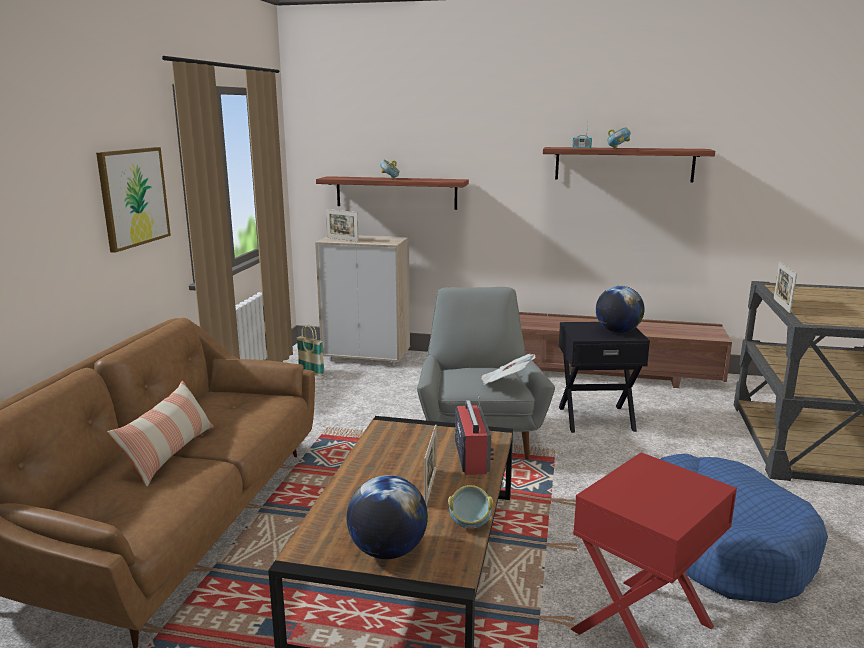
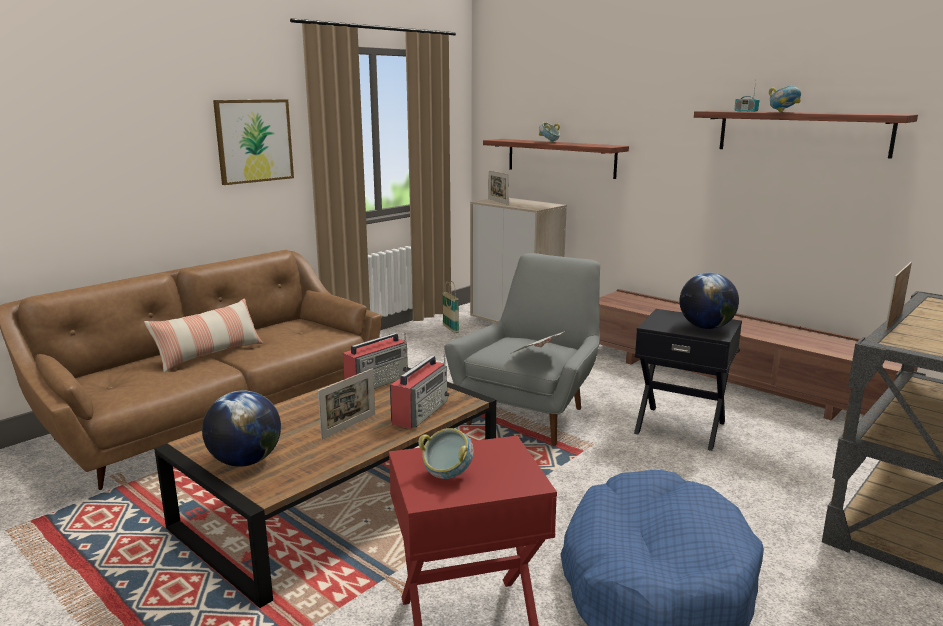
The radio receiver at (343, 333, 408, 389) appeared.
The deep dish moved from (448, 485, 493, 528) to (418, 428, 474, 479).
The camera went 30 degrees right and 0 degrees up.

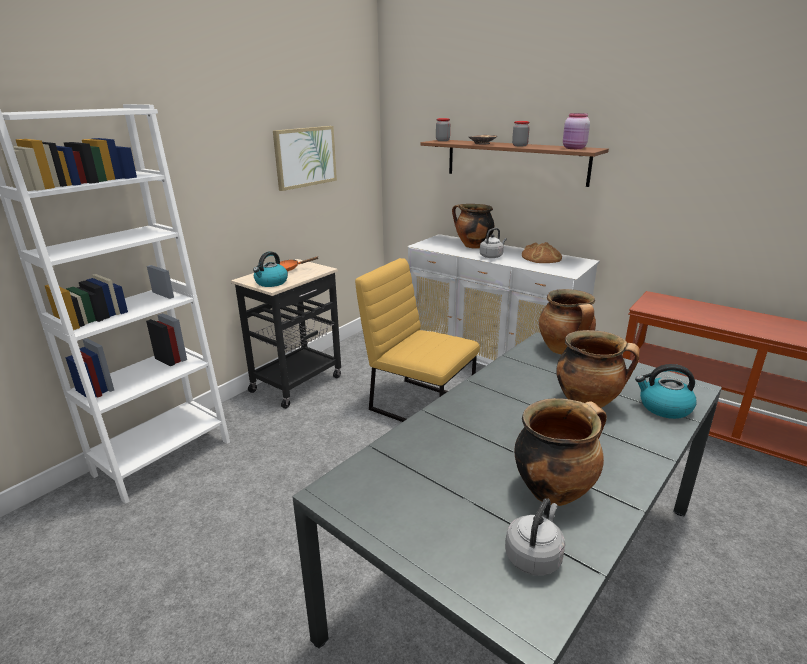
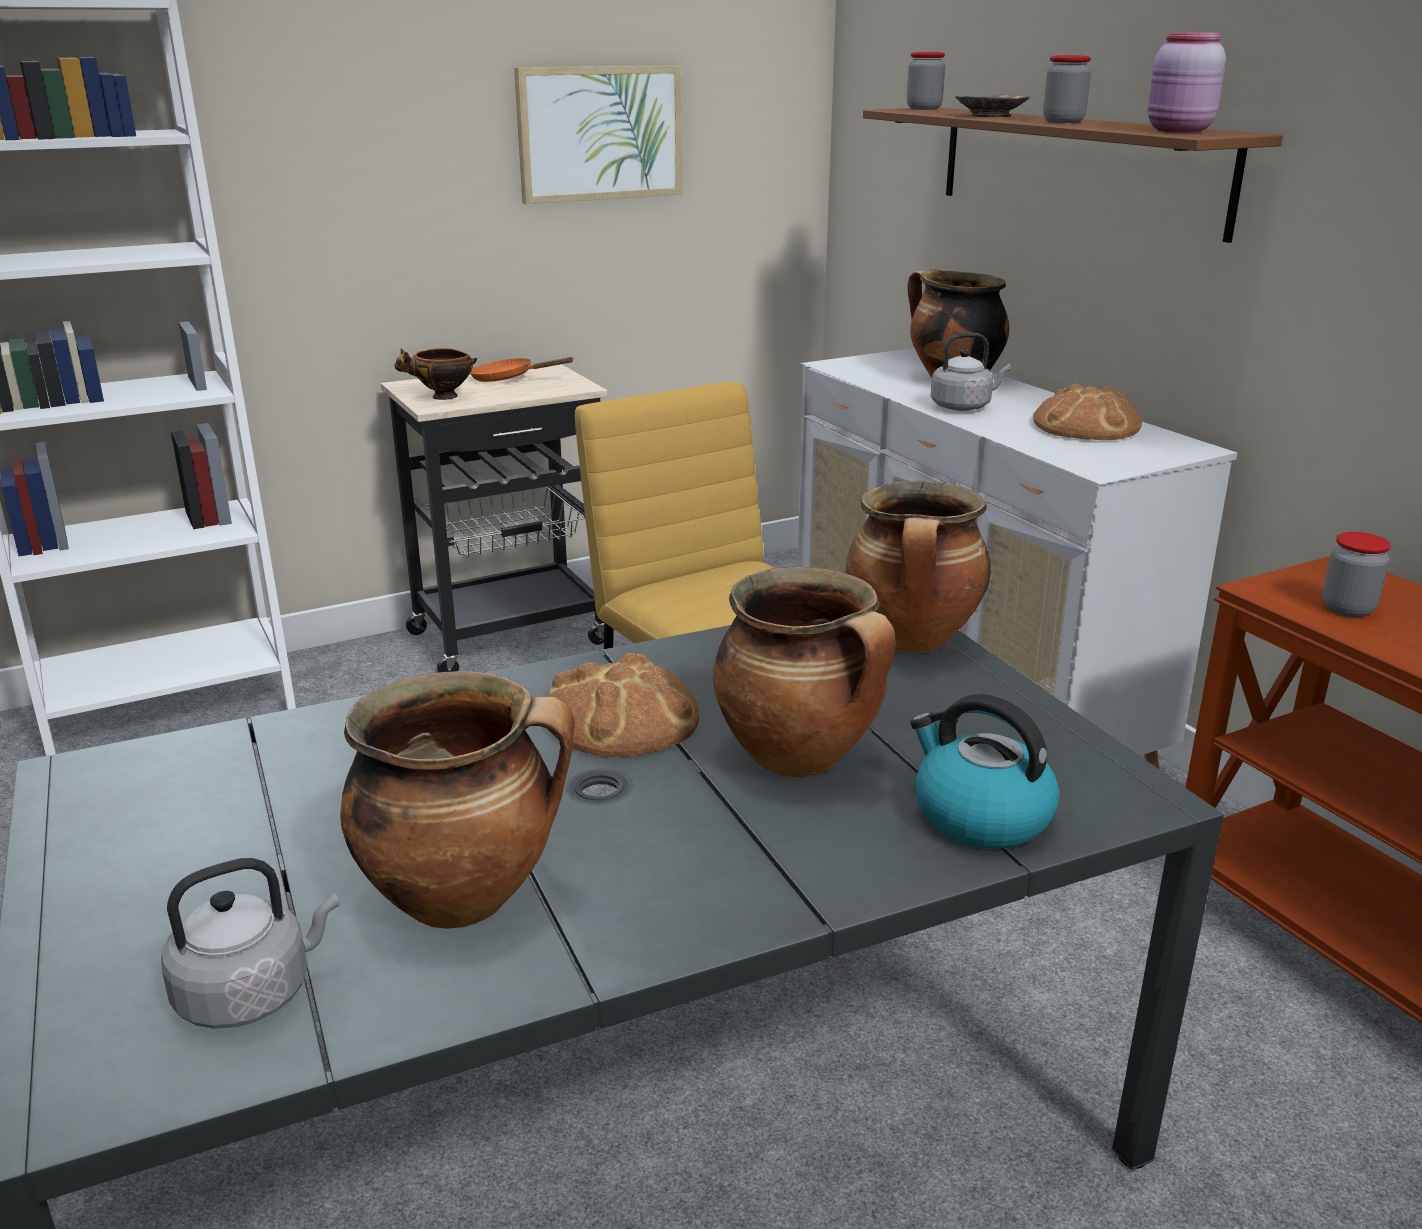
The water kettle at (253, 251, 288, 287) was replaced by the deep dish at (394, 348, 477, 400).
The bakery bread at (547, 653, 699, 758) appeared.
The preserve jar at (1322, 532, 1391, 617) appeared.
The camera went 25 degrees right and 0 degrees up.

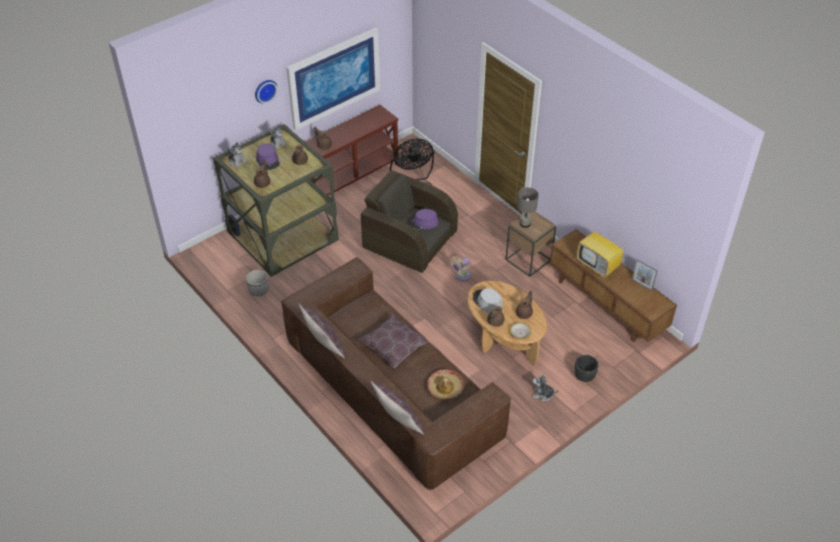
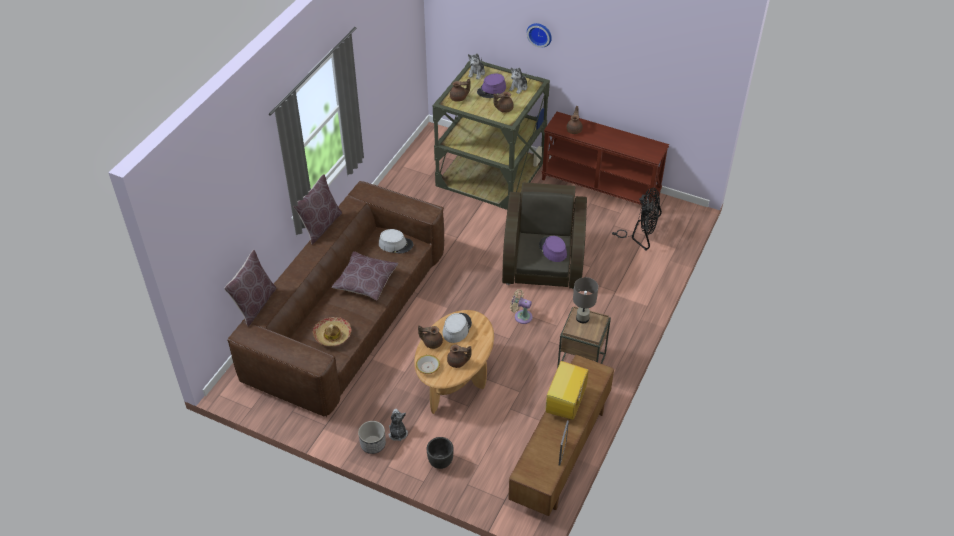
The planter moved from (246, 270, 269, 296) to (358, 421, 386, 454).
The wearable hat (gray) at (379, 229, 413, 254) appeared.
The cooling fan (blackish) at (390, 139, 435, 186) turned 60 degrees clockwise.
The picture at (286, 27, 380, 130) disappeared.
The camera went 65 degrees right and 0 degrees up.

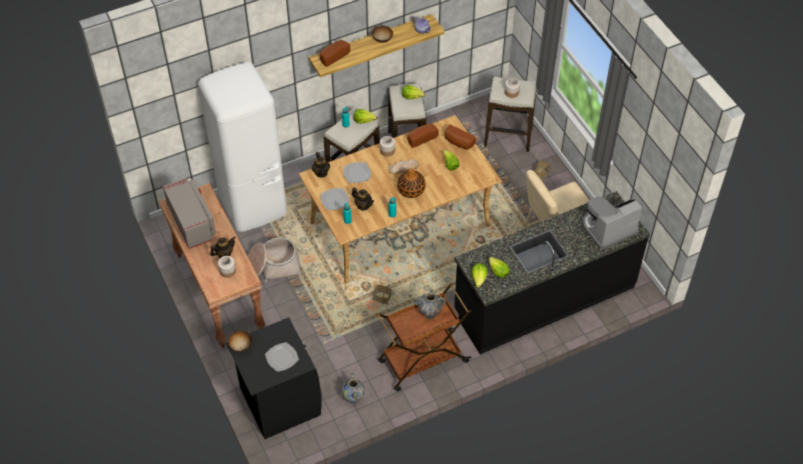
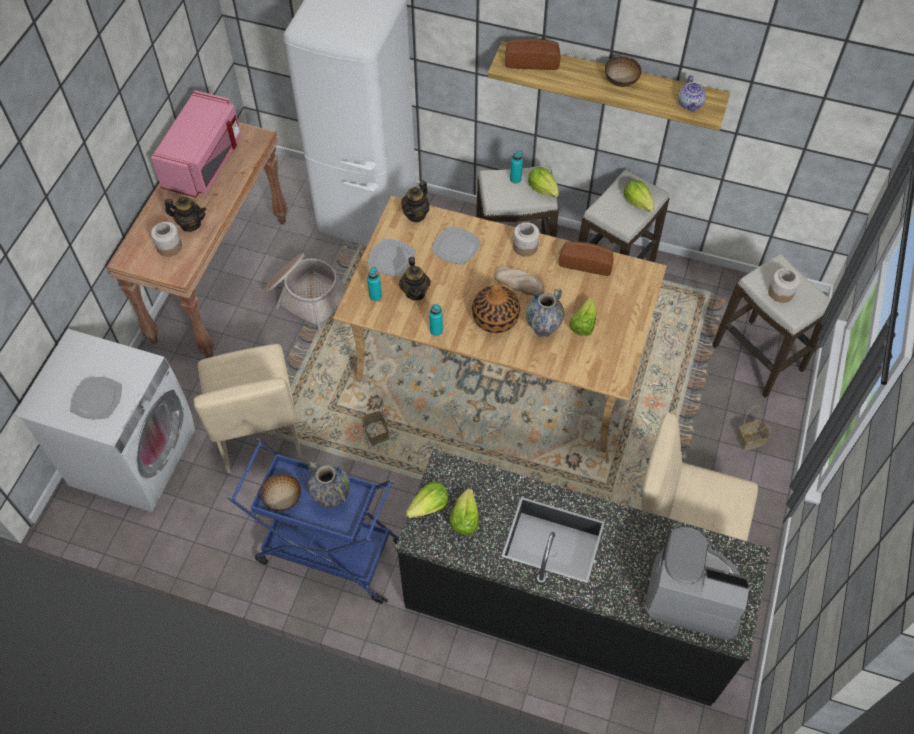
The laundry appliance (blackish) at (226, 317, 322, 439) became the laundry appliance (whitish) at (14, 329, 195, 512).
The kitchen microwave (gray) at (163, 178, 216, 249) became the kitchen microwave (pink) at (151, 90, 241, 197).
The plain chair (beige) at (193, 344, 302, 473) appeared.
The trolley (brownish) at (375, 283, 471, 391) became the trolley (blue) at (227, 438, 399, 604).
The deep dish moved from (227, 331, 252, 352) to (261, 474, 301, 511).
The vase moved from (342, 373, 365, 404) to (526, 288, 564, 337).
The bakery bread at (445, 125, 476, 150) disappeared.
The camera went 45 degrees right and 5 degrees up.

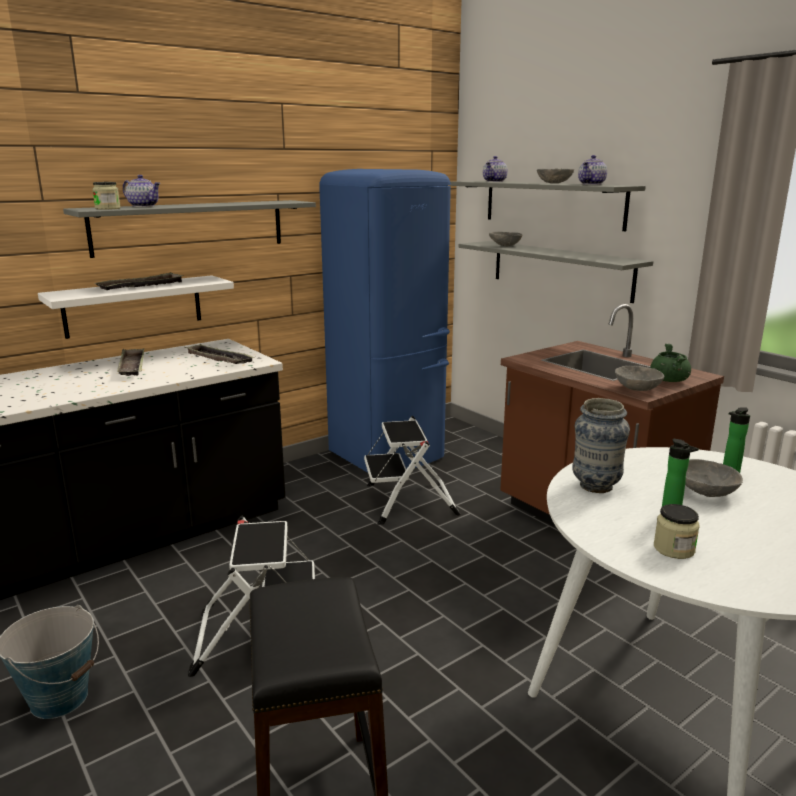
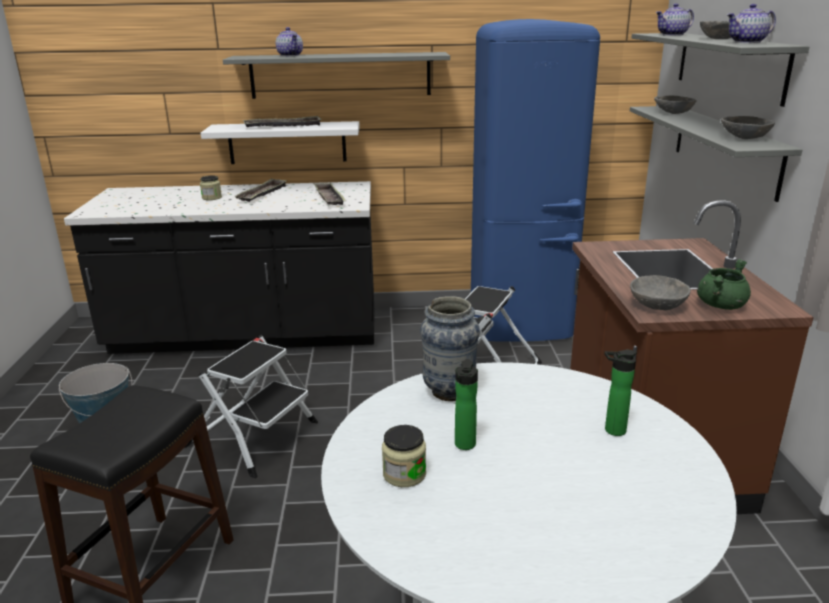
The preserve jar moved from (92, 182, 121, 210) to (200, 175, 222, 200).
The deep dish (gray) moved from (685, 459, 743, 497) to (721, 116, 775, 139).
The camera went 35 degrees right and 5 degrees up.

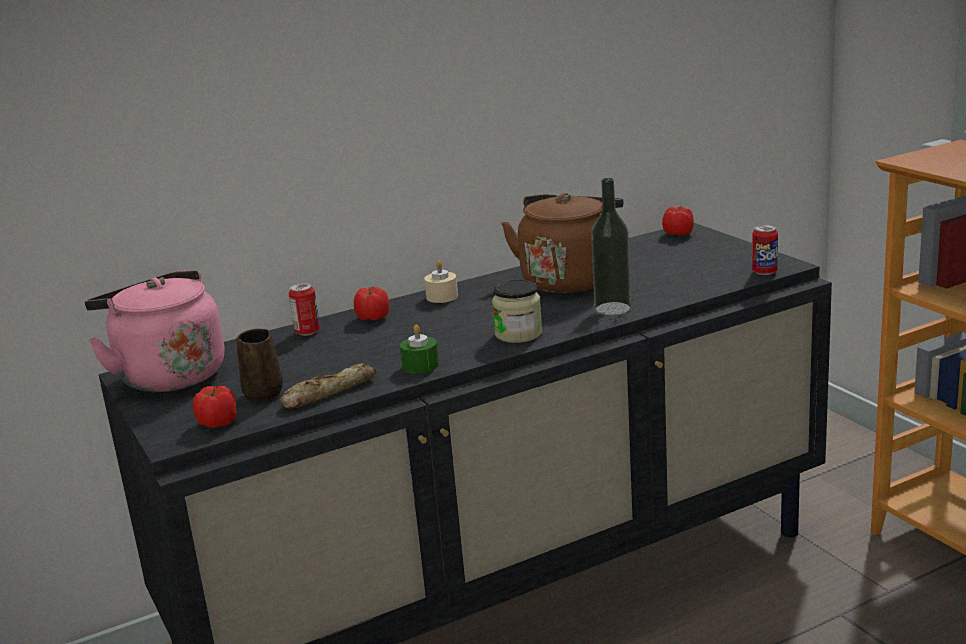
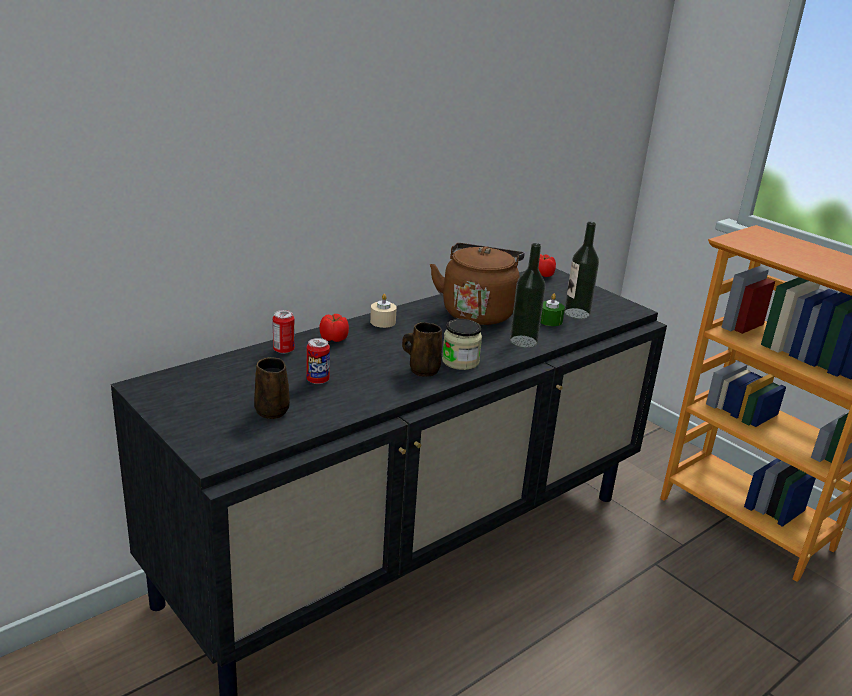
The metal can moved from (752, 225, 778, 275) to (307, 338, 330, 384).
The coffee mug (brownish) at (402, 322, 442, 377) appeared.
The wax light (green) moved from (400, 325, 439, 374) to (541, 294, 565, 326).
The drink bottle at (564, 222, 599, 319) appeared.
The water kettle (pink) at (85, 270, 224, 392) disappeared.
The tomato at (193, 386, 237, 428) disappeared.
The bakery bread at (280, 363, 377, 409) disappeared.
The camera went 15 degrees left and 5 degrees up.

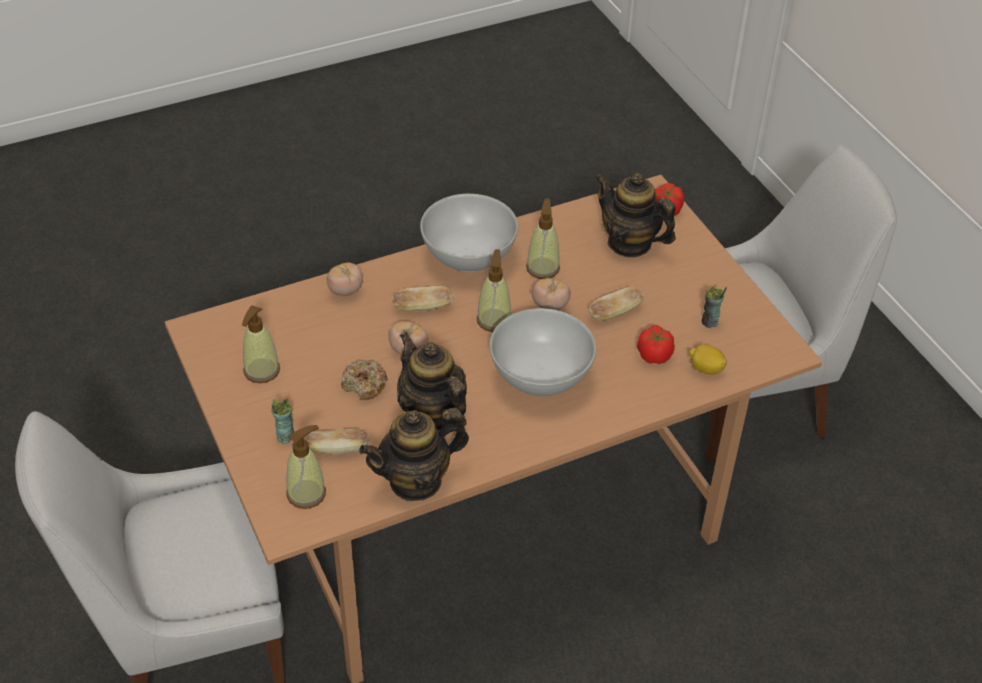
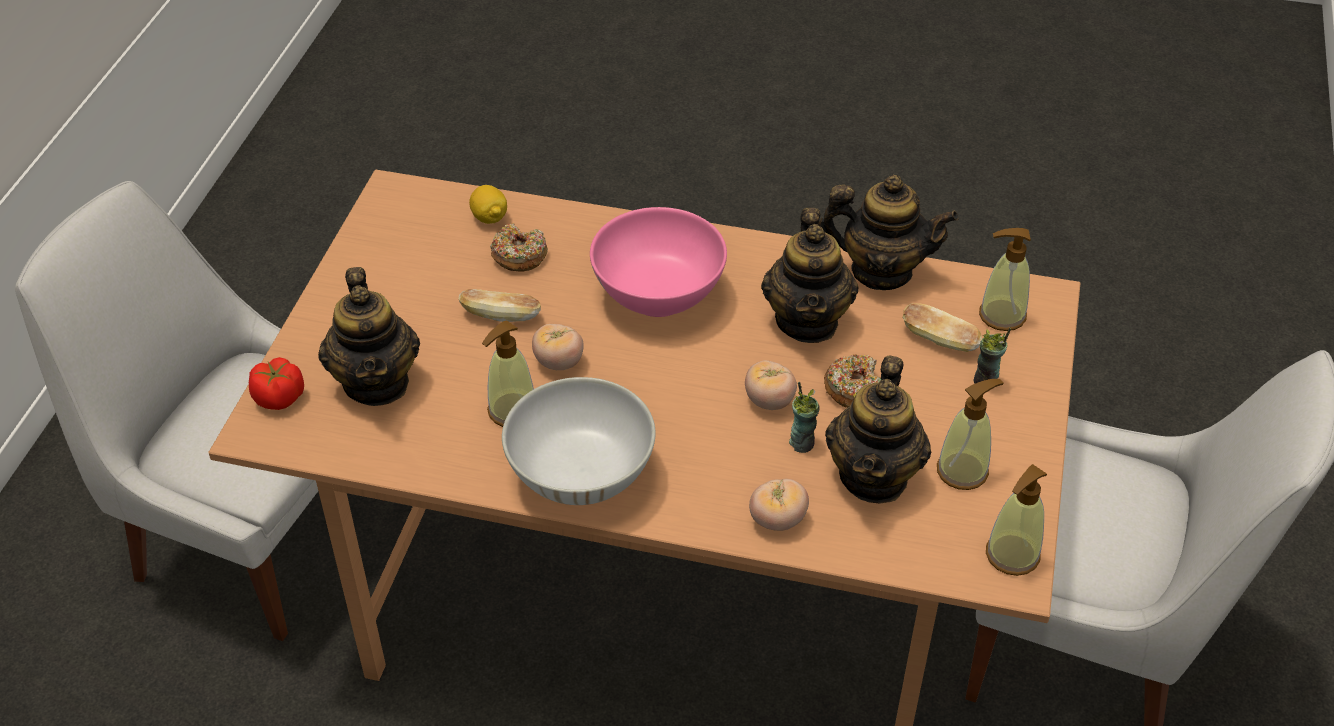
The tomato at (637, 325, 675, 364) was replaced by the ring doughnut at (490, 223, 548, 271).
The deep dish (whitish) at (490, 308, 596, 396) became the deep dish (pink) at (590, 207, 727, 317).
The drinking cup moved from (702, 284, 727, 328) to (789, 382, 820, 453).
The tea pot at (825, 356, 931, 504) appeared.
The soap bottle moved from (477, 249, 511, 332) to (986, 464, 1047, 576).
The bakery bread at (392, 286, 454, 312) disappeared.
The camera went 140 degrees left and 0 degrees up.

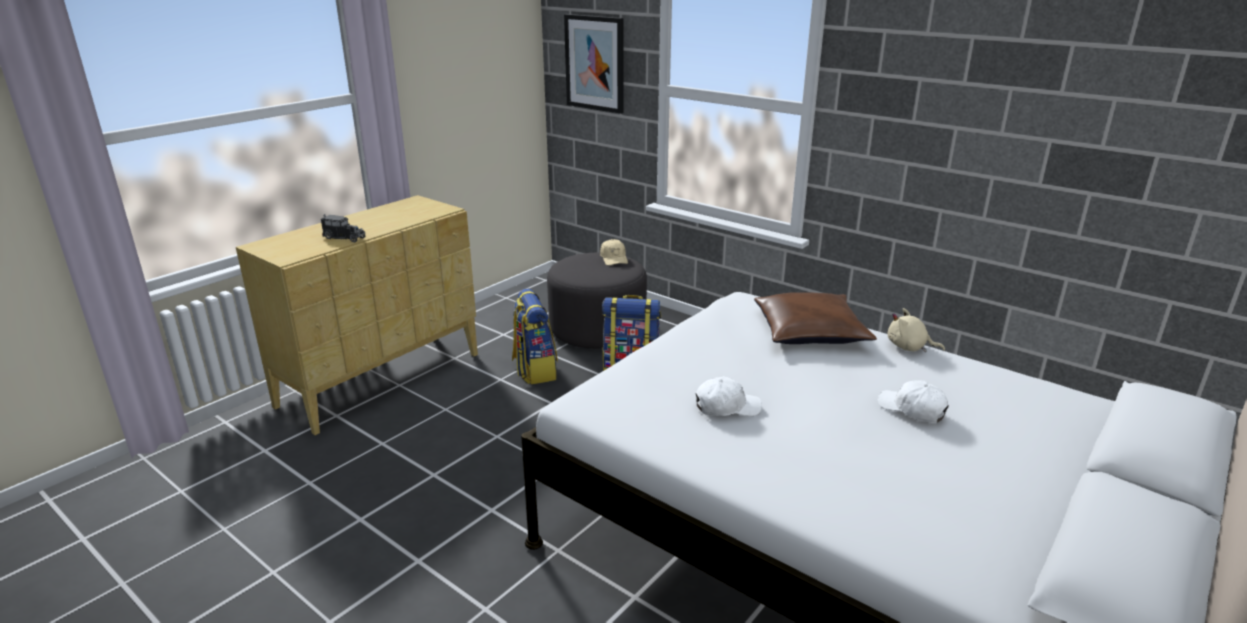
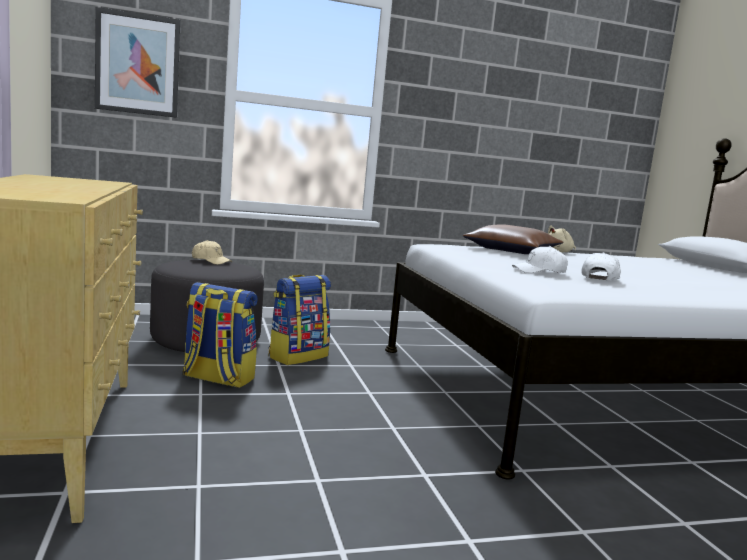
The cap (whitish) moved from (877, 380, 949, 423) to (512, 246, 568, 273).
The model truck at (321, 214, 366, 242) disappeared.
The camera went 55 degrees left and 15 degrees down.

